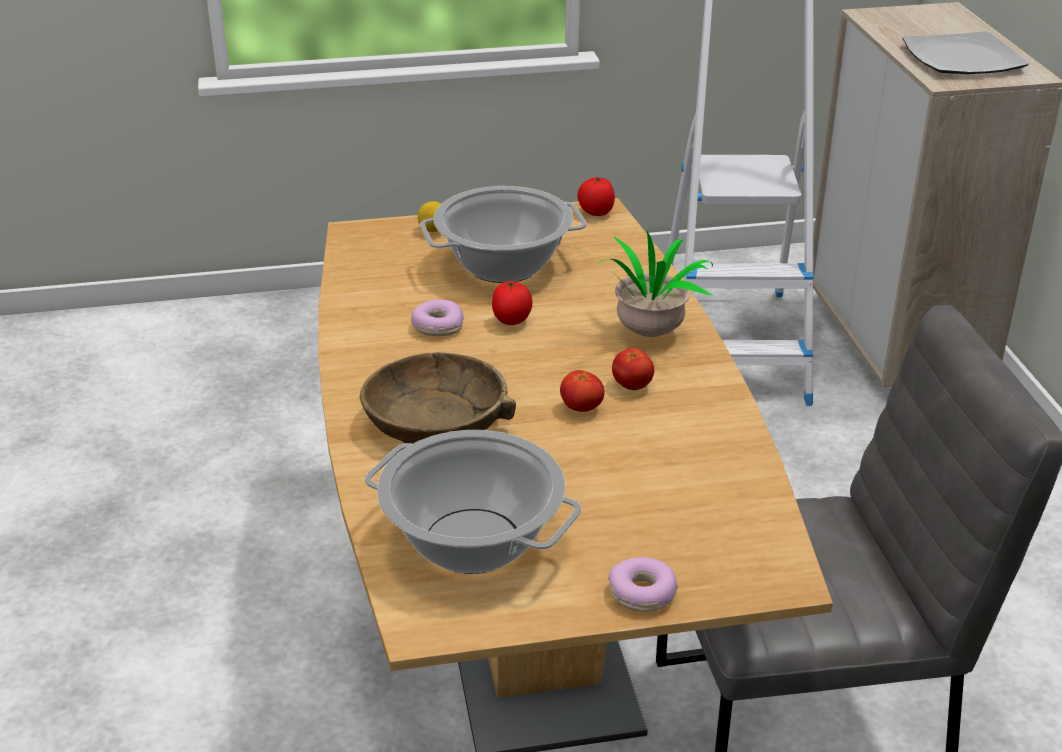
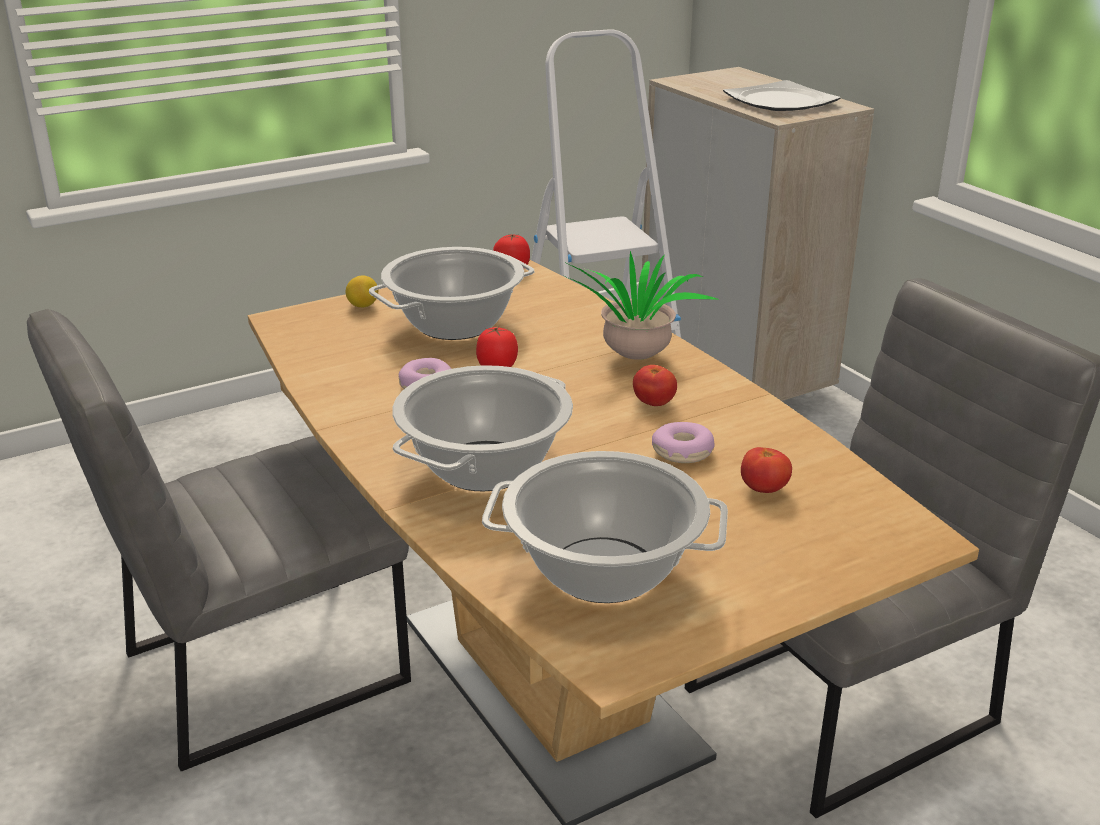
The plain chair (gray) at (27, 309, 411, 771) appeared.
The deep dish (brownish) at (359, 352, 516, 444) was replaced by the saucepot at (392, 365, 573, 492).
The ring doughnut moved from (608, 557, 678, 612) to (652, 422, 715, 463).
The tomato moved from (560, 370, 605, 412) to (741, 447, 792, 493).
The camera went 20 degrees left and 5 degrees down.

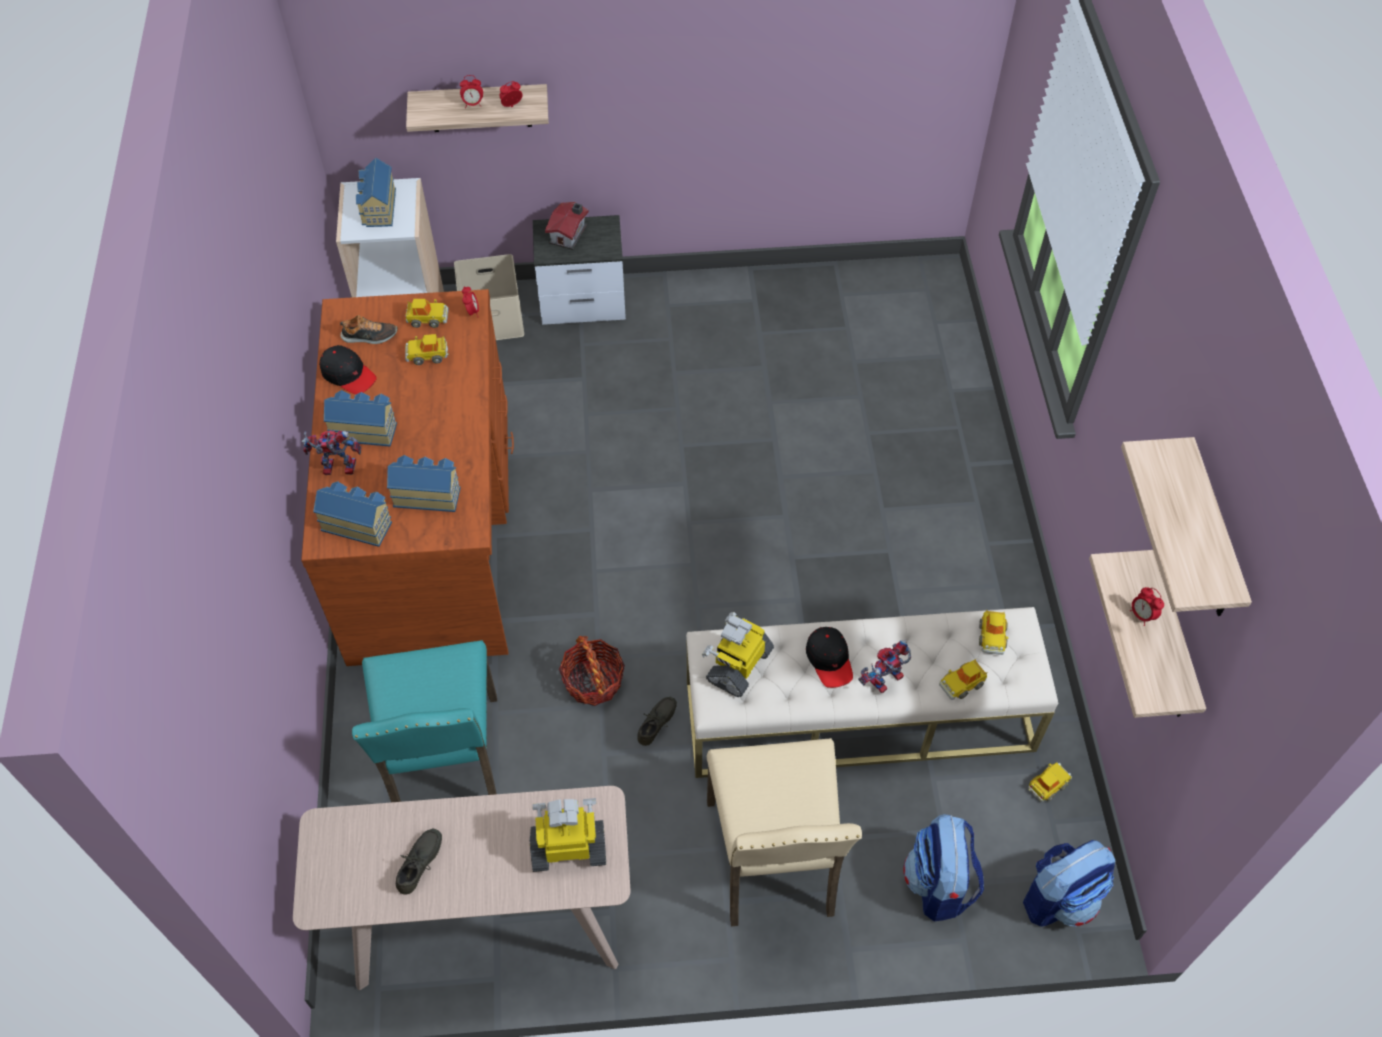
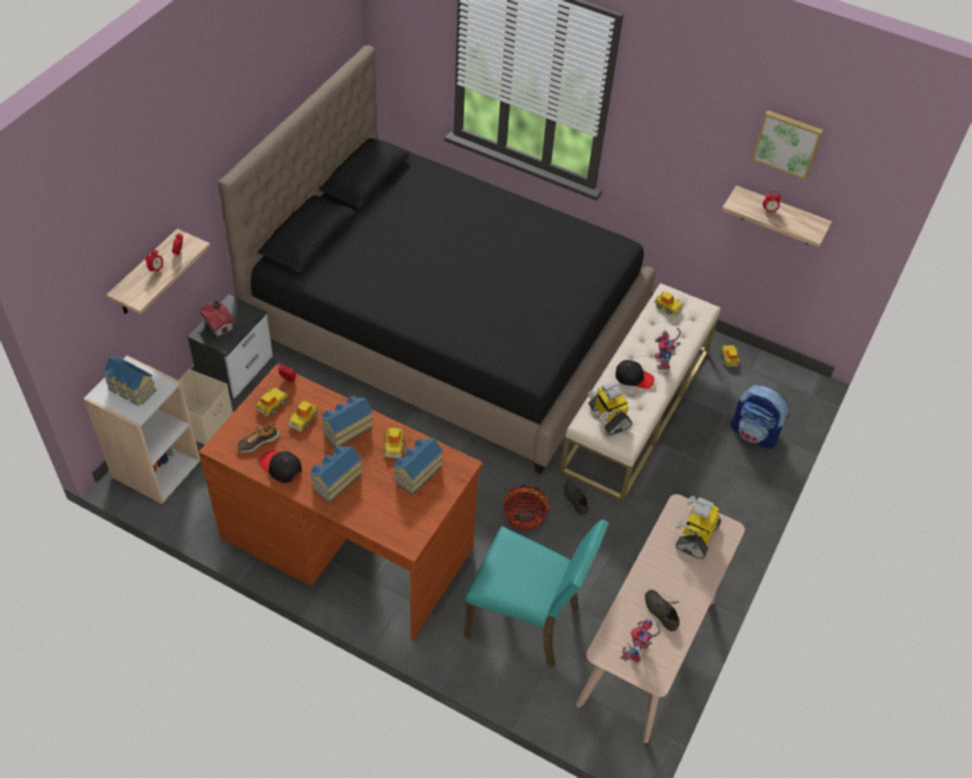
The bedroom bed (blackish) at (218, 45, 655, 474) appeared.
The item of footwear at (340, 315, 398, 344) turned 150 degrees counterclockwise.
The cap (blackish) at (319, 345, 377, 394) turned 120 degrees counterclockwise.
The model house moved from (313, 481, 392, 547) to (322, 396, 373, 447).
The model car moved from (939, 659, 987, 700) to (384, 427, 405, 458).
The model robot moved from (301, 430, 362, 475) to (620, 617, 661, 663).
The shelf at (1121, 437, 1252, 616) was replaced by the picture at (752, 110, 824, 180).
The plain chair (beige) at (707, 738, 862, 926) disappeared.
The backpack at (1023, 840, 1115, 926) disappeared.
The camera went 60 degrees left and 5 degrees down.

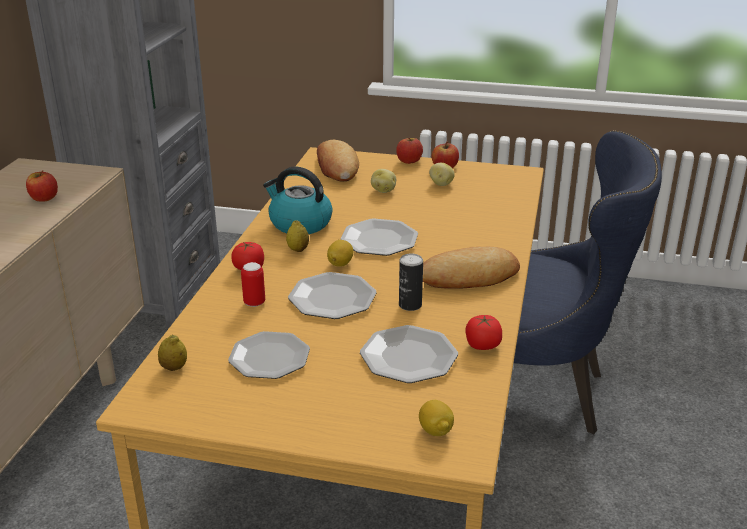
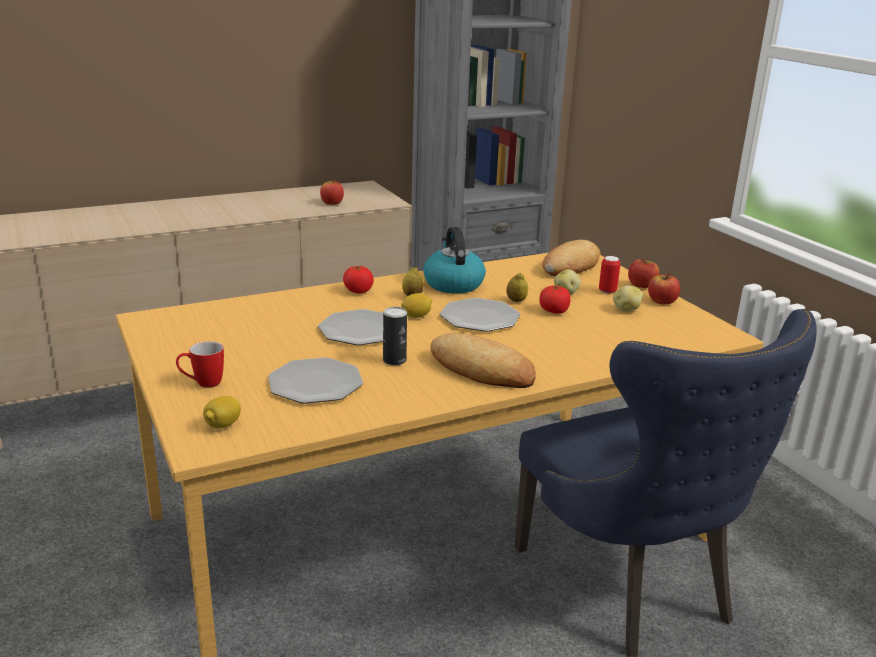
The coffee mug at (176, 341, 224, 388) appeared.
The lemon moved from (158, 335, 187, 371) to (506, 273, 528, 302).
The tomato moved from (465, 315, 502, 350) to (539, 285, 570, 314).
The metal can moved from (241, 262, 265, 307) to (599, 256, 620, 294).
The dinner plate at (228, 331, 310, 379) disappeared.
The camera went 50 degrees right and 5 degrees down.

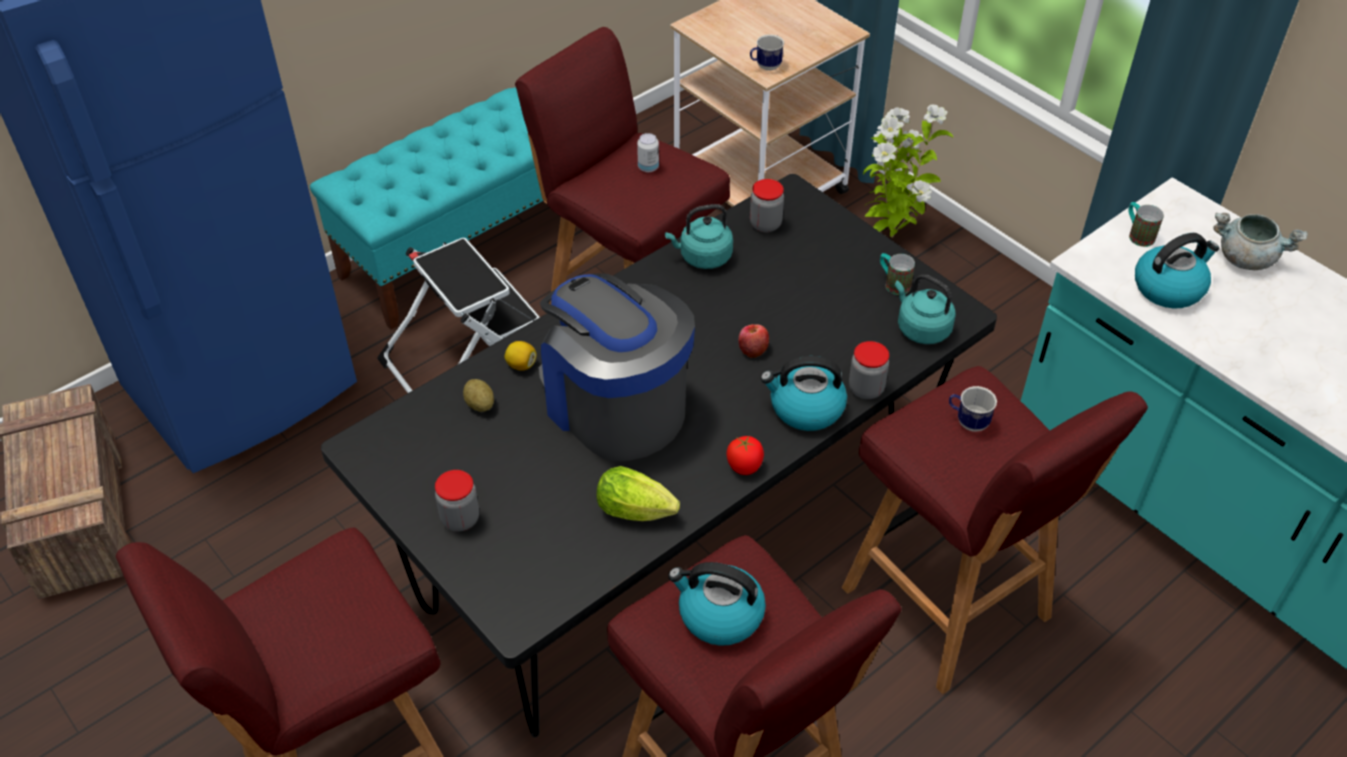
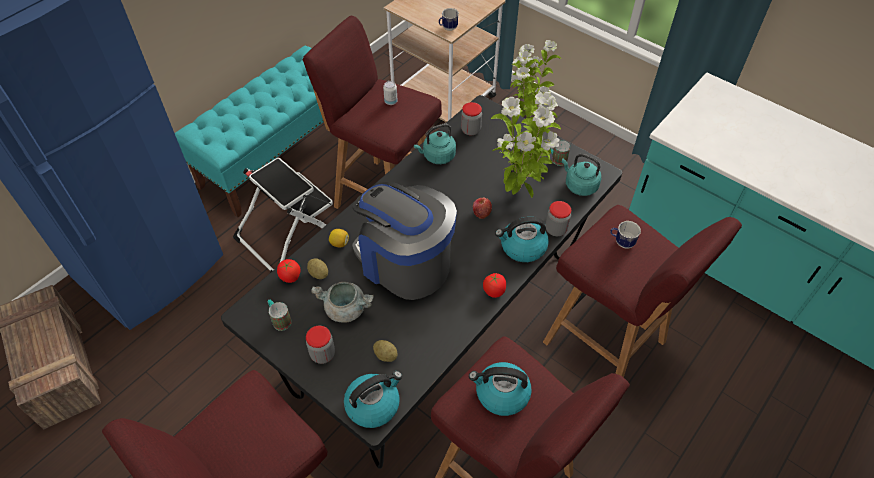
The coffee mug moved from (1128, 202, 1164, 247) to (268, 299, 292, 331).
The tomato at (277, 259, 300, 283) appeared.
The saucepot (gray) moved from (1213, 213, 1308, 270) to (311, 282, 374, 323).
The water kettle moved from (1135, 233, 1219, 308) to (344, 371, 402, 428).
The whole potato at (373, 340, 398, 362) appeared.
The houseplant at (491, 92, 561, 198) appeared.
The lettuce head at (597, 466, 680, 521) disappeared.
The camera went 10 degrees left and 5 degrees up.

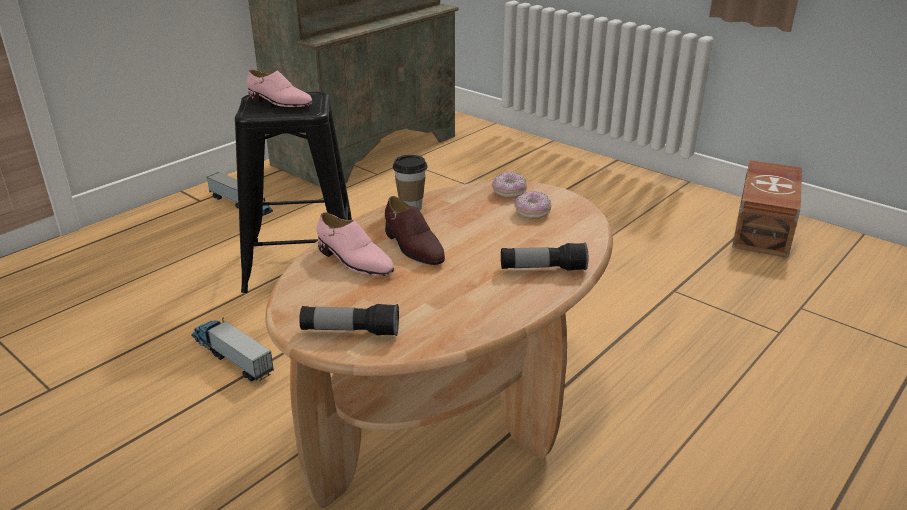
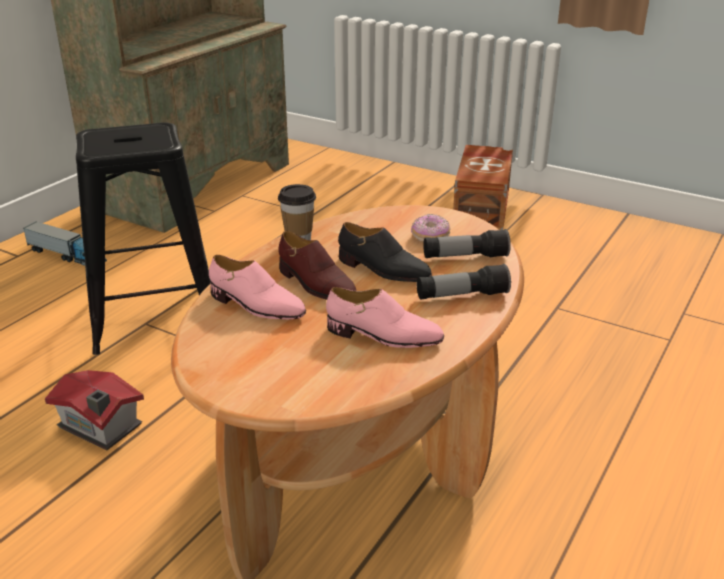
The model truck at (191, 318, 274, 382) was replaced by the model house at (45, 370, 144, 451).
The item of footwear (pink) moved from (247, 70, 313, 107) to (326, 287, 444, 348).
The item of footwear (blackish) at (338, 222, 432, 282) appeared.
The flashlight moved from (299, 304, 399, 336) to (423, 229, 511, 258).
The storage container (brownish) moved from (732, 160, 802, 258) to (453, 145, 513, 230).
The ring doughnut at (492, 172, 527, 198) disappeared.
The camera went 10 degrees left and 0 degrees up.

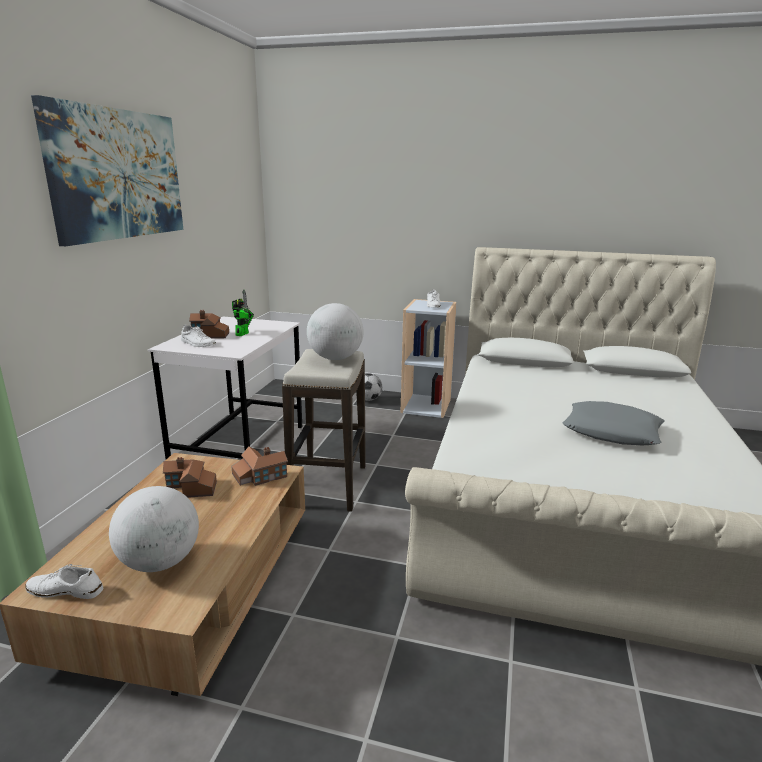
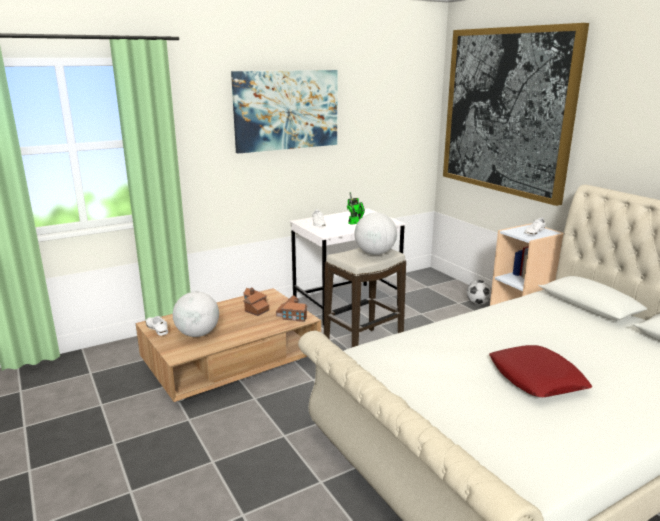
The picture at (443, 23, 589, 206) appeared.
The cushion (gray) at (562, 401, 665, 445) became the cushion (red) at (489, 345, 592, 397).
The model house at (189, 310, 229, 338) disappeared.
The camera went 45 degrees right and 0 degrees up.

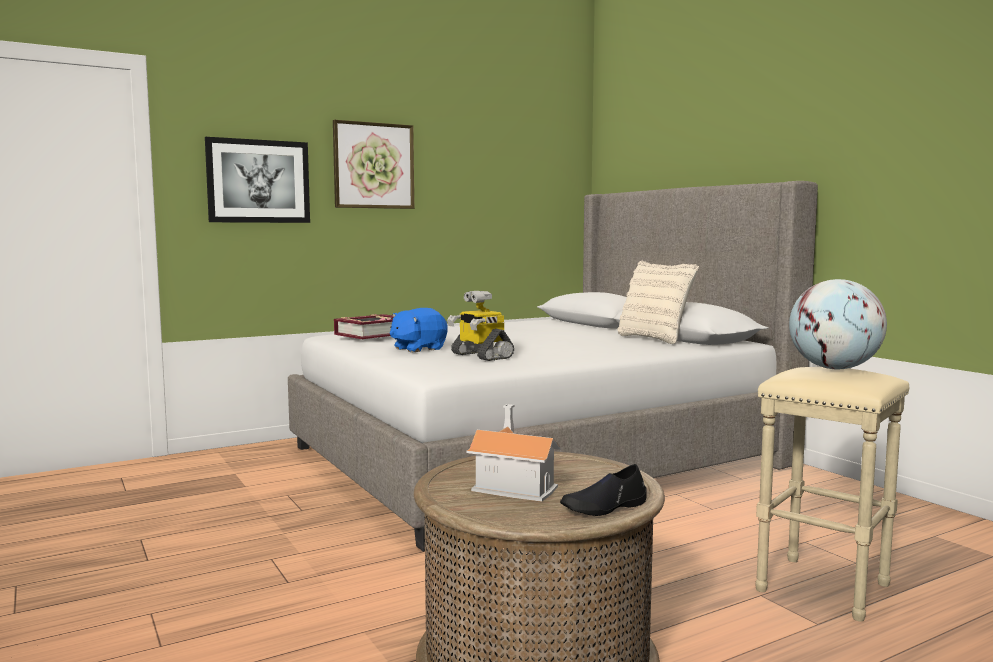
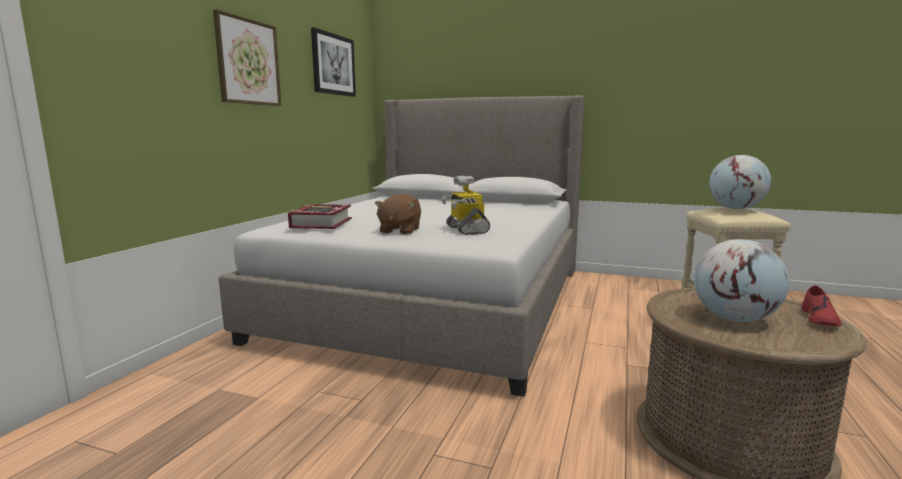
The picture moved from (205, 137, 310, 223) to (311, 27, 356, 97).
The soft toy (blue) at (390, 308, 448, 353) became the soft toy (brownish) at (375, 194, 421, 235).
The model robot at (447, 291, 514, 361) turned 60 degrees clockwise.
The model house at (466, 404, 561, 502) was replaced by the world globe at (694, 239, 789, 322).
The item of footwear (blackish) at (560, 464, 647, 516) became the item of footwear (red) at (801, 285, 842, 327).
The cushion (beige) at (617, 261, 699, 344) disappeared.
The camera went 40 degrees left and 5 degrees up.

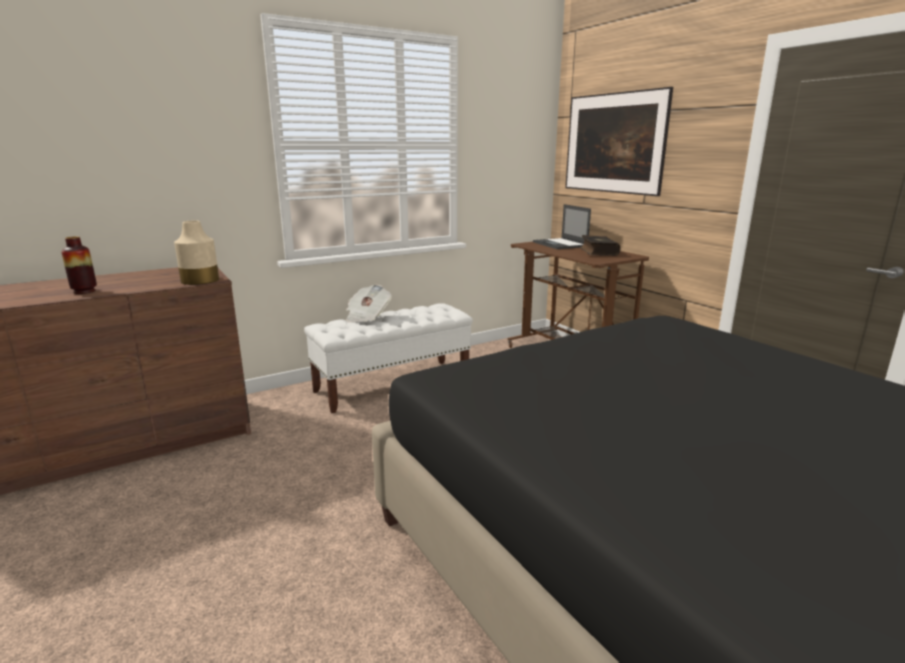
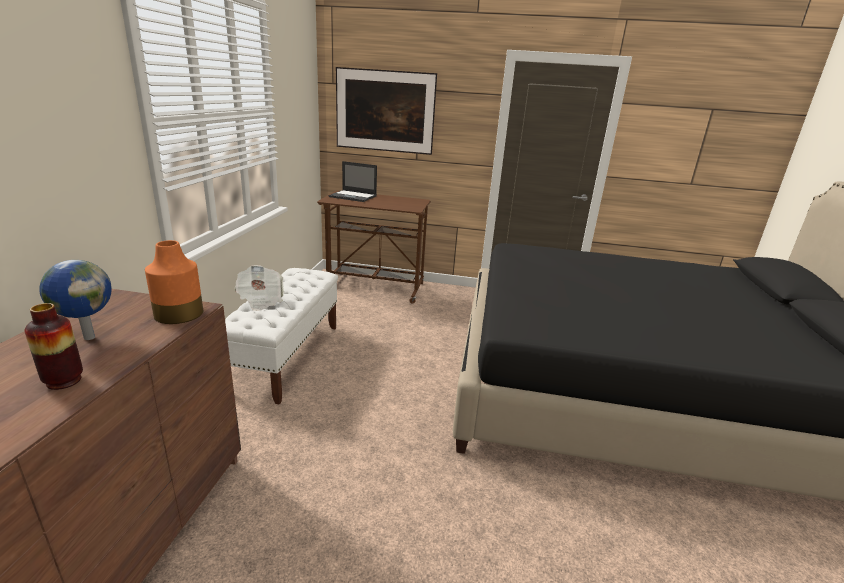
The world globe at (39, 260, 112, 340) appeared.
The vase (beige) at (174, 221, 219, 285) became the vase (orangey) at (145, 240, 203, 324).
The bound book at (580, 235, 620, 256) disappeared.
The camera went 50 degrees left and 5 degrees up.

